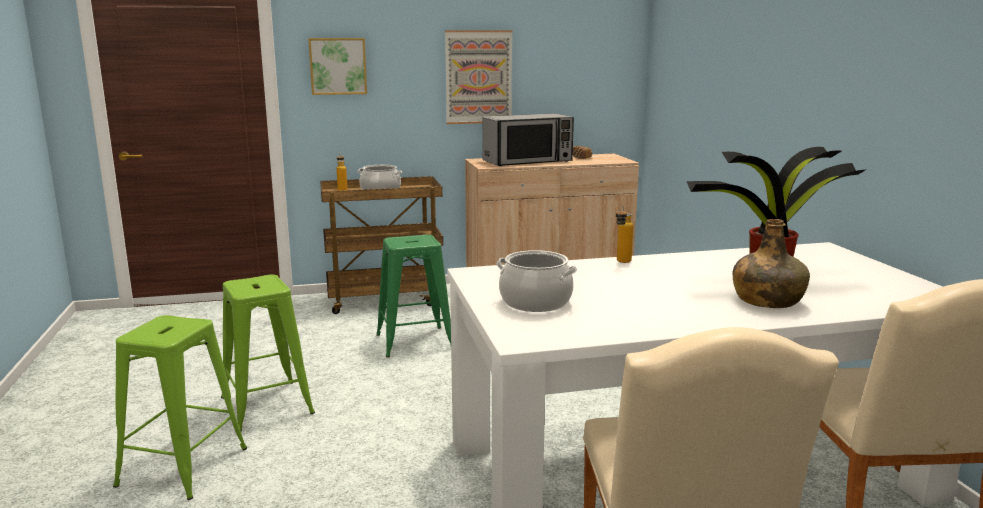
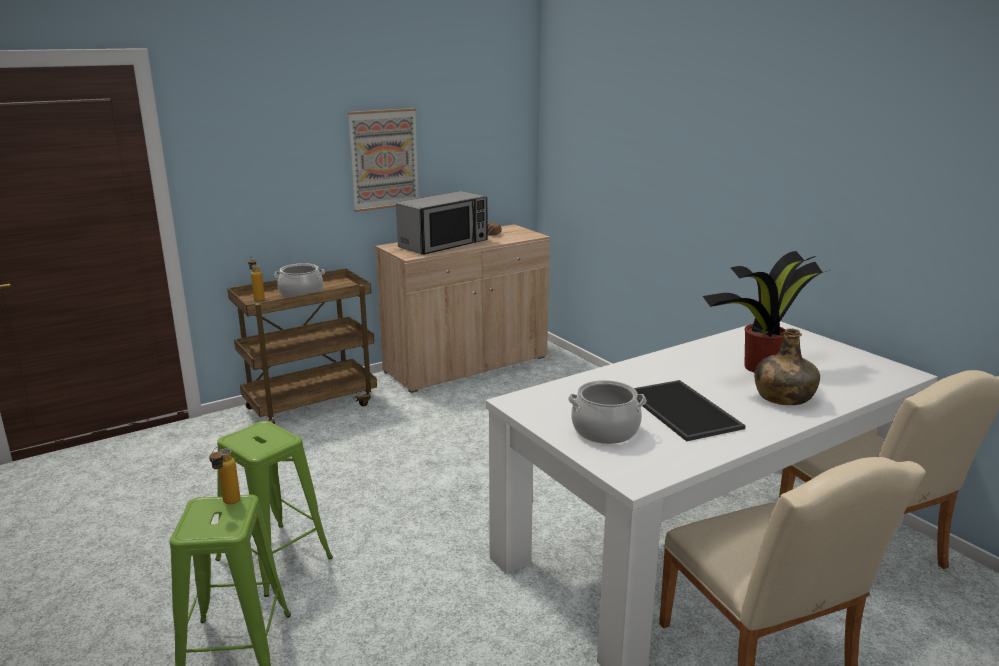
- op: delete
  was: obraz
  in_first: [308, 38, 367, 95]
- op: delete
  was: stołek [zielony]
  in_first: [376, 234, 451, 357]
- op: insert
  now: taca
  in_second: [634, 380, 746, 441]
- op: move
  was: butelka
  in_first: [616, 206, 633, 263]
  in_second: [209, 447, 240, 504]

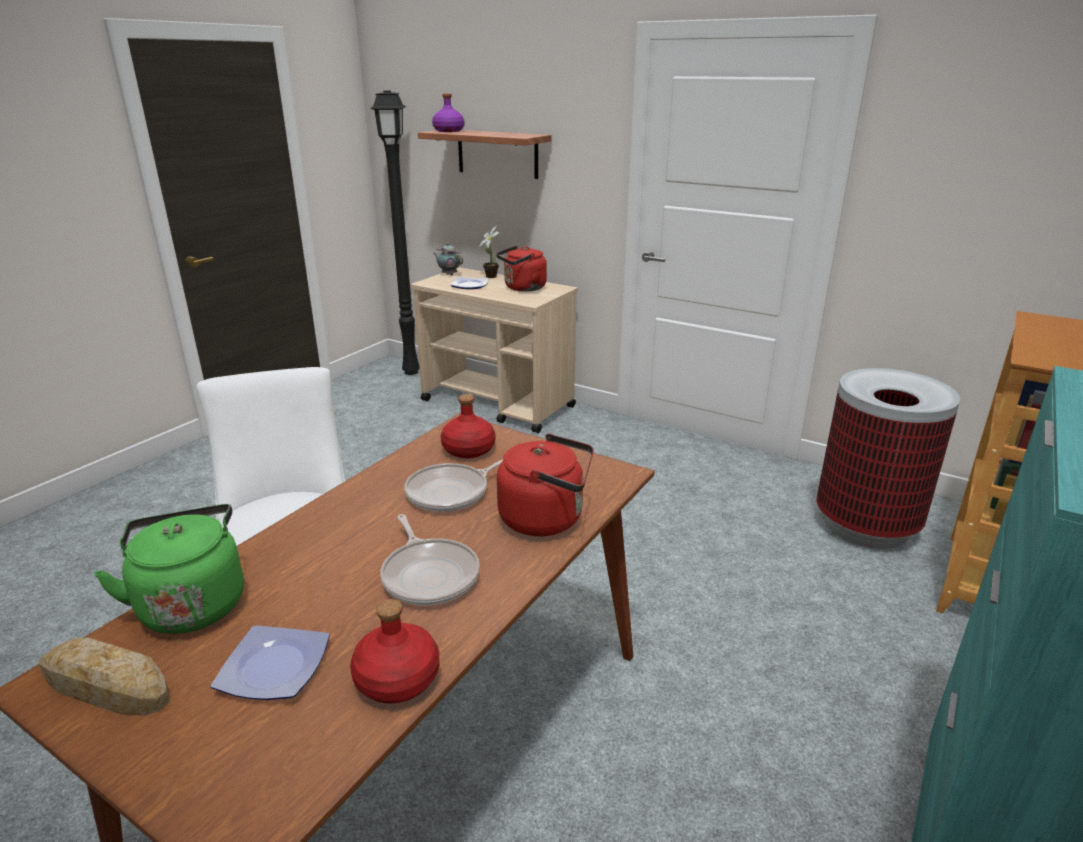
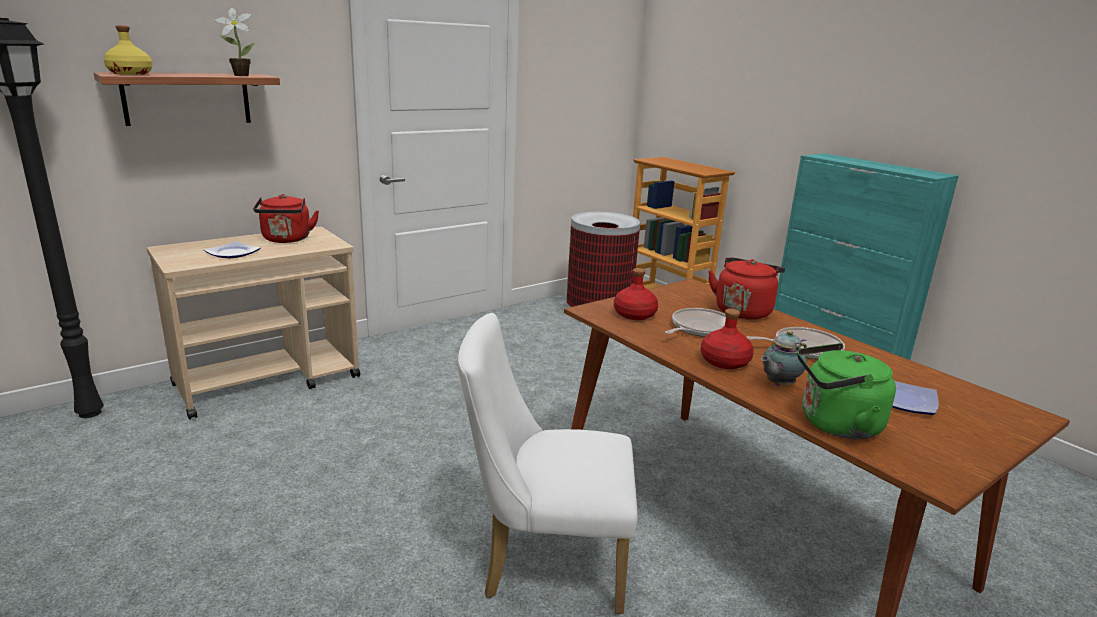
- op: delete
  was: chleb
  in_first: [38, 637, 170, 716]
- op: move
  was: butelka [czerwony]
  in_first: [350, 599, 439, 704]
  in_second: [701, 308, 754, 369]
- op: move
  was: imbryk
  in_first: [433, 242, 463, 275]
  in_second: [761, 330, 807, 386]
- op: move
  was: roślina doniczkowa
  in_first: [479, 226, 500, 278]
  in_second: [215, 8, 254, 76]
- op: recolor
  was: butelka [fioletowy]
  now: butelka [żółty]
  in_first: [432, 93, 465, 132]
  in_second: [104, 25, 153, 75]
- op: rotate
  was: patelnia
  in_first: [404, 460, 503, 512]
  in_second: [665, 308, 726, 337]
  clockwise: -120

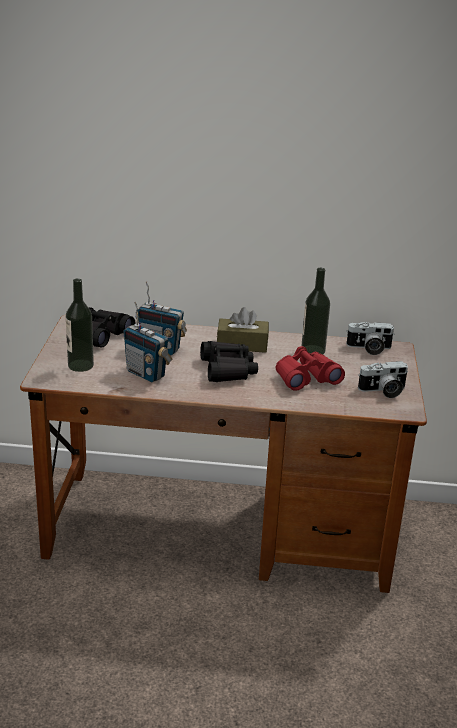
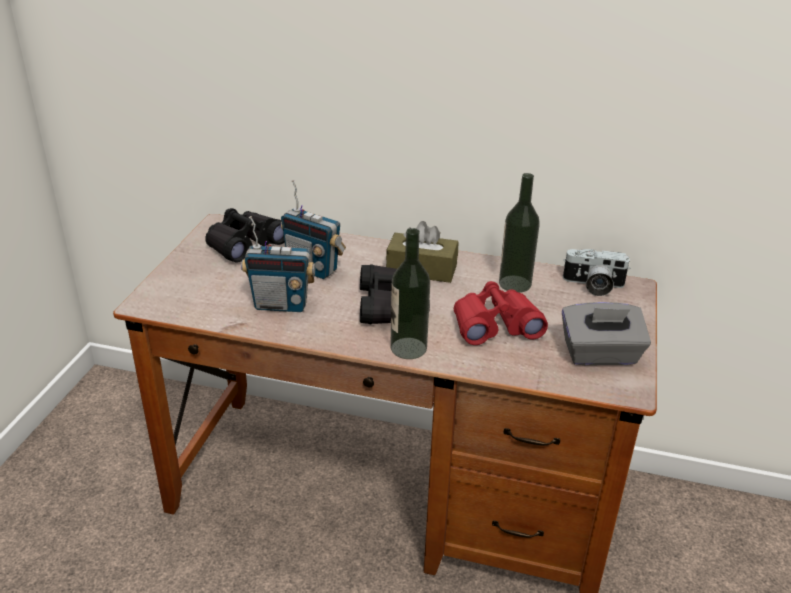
- op: move
  was: butelka
  in_first: [66, 278, 94, 372]
  in_second: [390, 228, 430, 359]
- op: replace
  was: aparat fotograficzny
  now: pudełko chusteczek [szary]
  in_first: [358, 361, 408, 398]
  in_second: [562, 302, 651, 365]
- op: rotate
  was: radio
  in_first: [123, 302, 172, 382]
  in_second: [241, 216, 315, 312]
  clockwise: -45

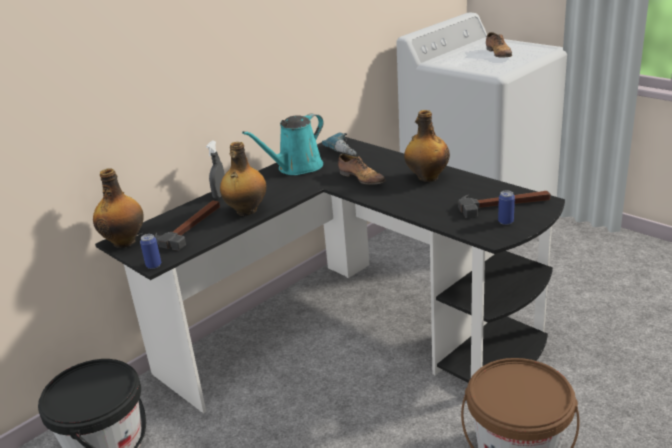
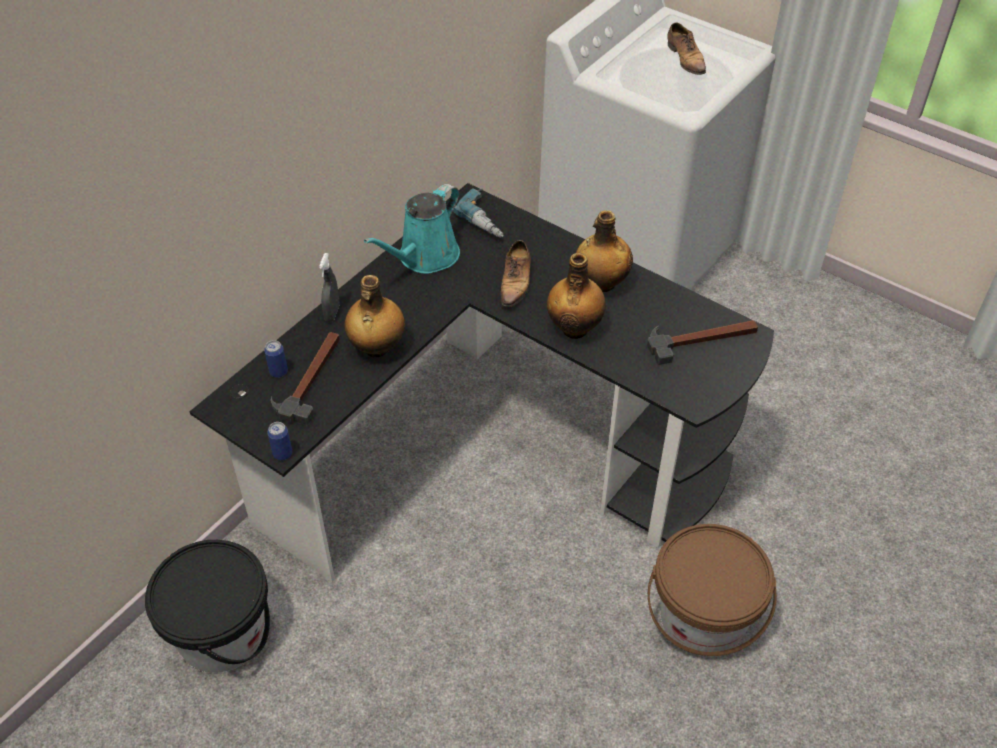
- op: move
  was: butelka
  in_first: [93, 168, 144, 248]
  in_second: [547, 253, 606, 339]
- op: move
  was: puszka
  in_first: [498, 190, 515, 225]
  in_second: [264, 340, 288, 378]
- op: rotate
  was: but
  in_first: [338, 154, 386, 186]
  in_second: [501, 240, 531, 307]
  clockwise: 60

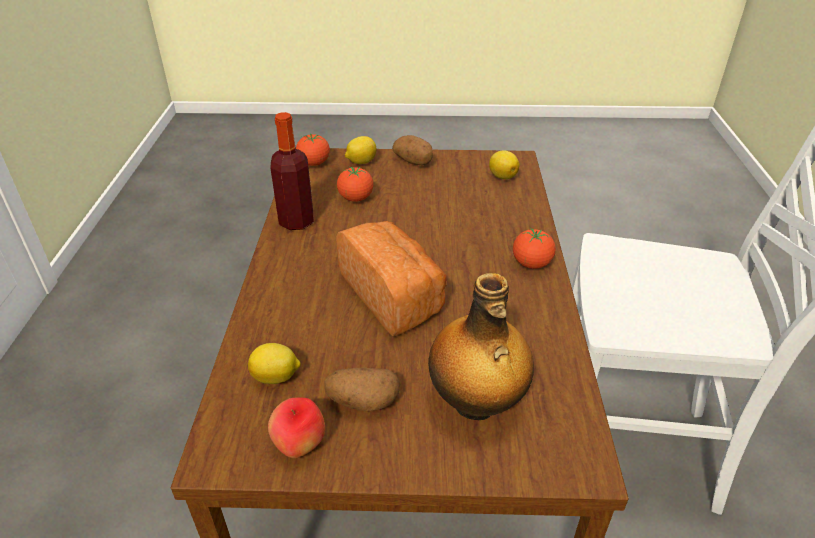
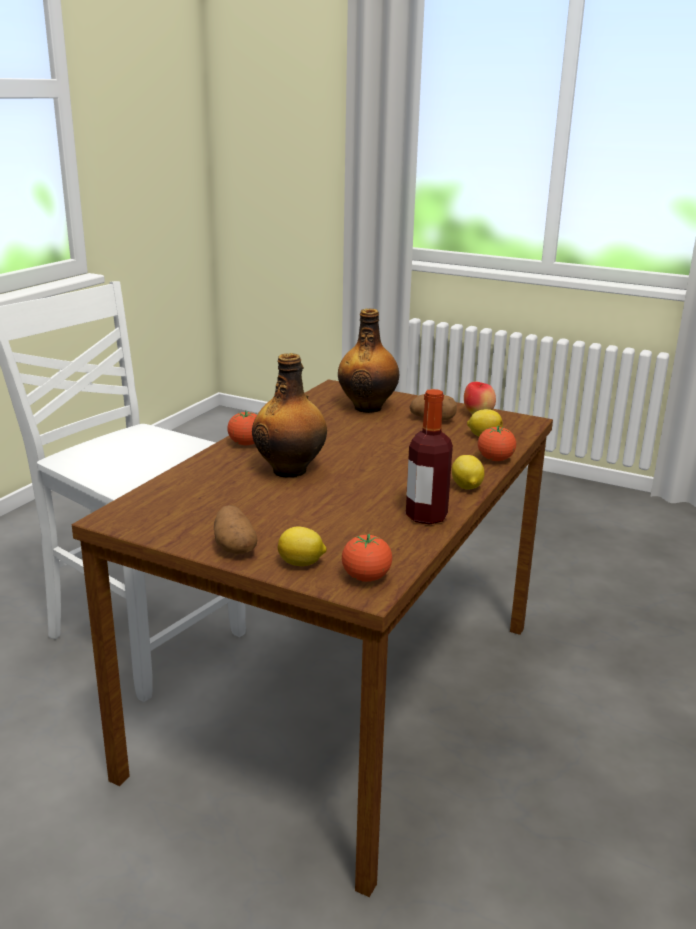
- op: delete
  was: chleb
  in_first: [336, 221, 447, 336]
- op: insert
  now: butelka
  in_second: [252, 353, 327, 478]
- op: move
  was: pomidor
  in_first: [337, 167, 373, 202]
  in_second: [478, 425, 516, 461]
- op: move
  was: cytryna
  in_first: [489, 151, 520, 179]
  in_second: [452, 455, 484, 490]

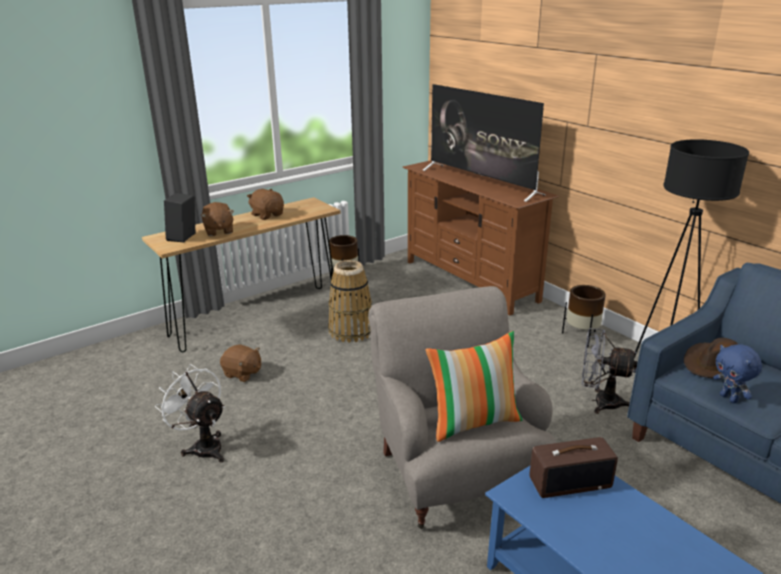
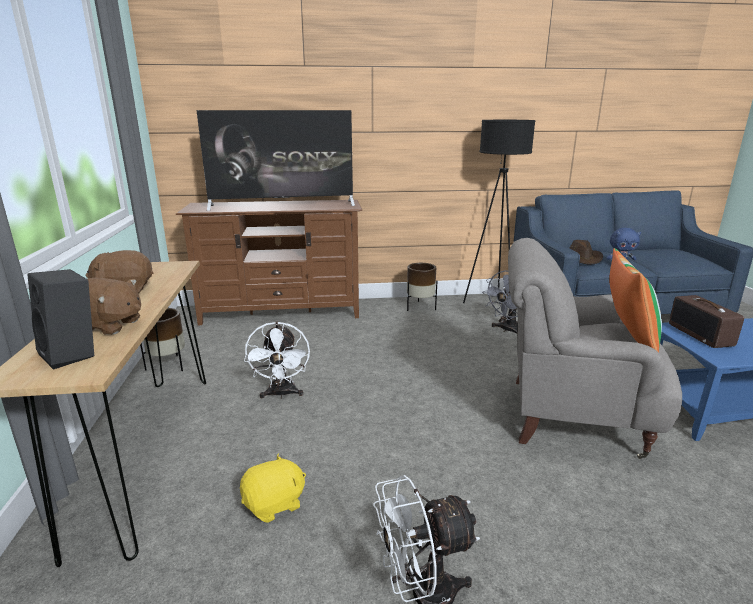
- op: replace
  was: koszyk
  now: wentylator [biały]
  in_first: [328, 260, 372, 343]
  in_second: [244, 321, 310, 399]
- op: recolor
  was: pluszak [brązowy]
  now: pluszak [żółty]
  in_first: [220, 344, 261, 382]
  in_second: [240, 454, 306, 523]
- op: rotate
  was: radio
  in_first: [529, 437, 618, 498]
  in_second: [669, 295, 744, 348]
  clockwise: 150

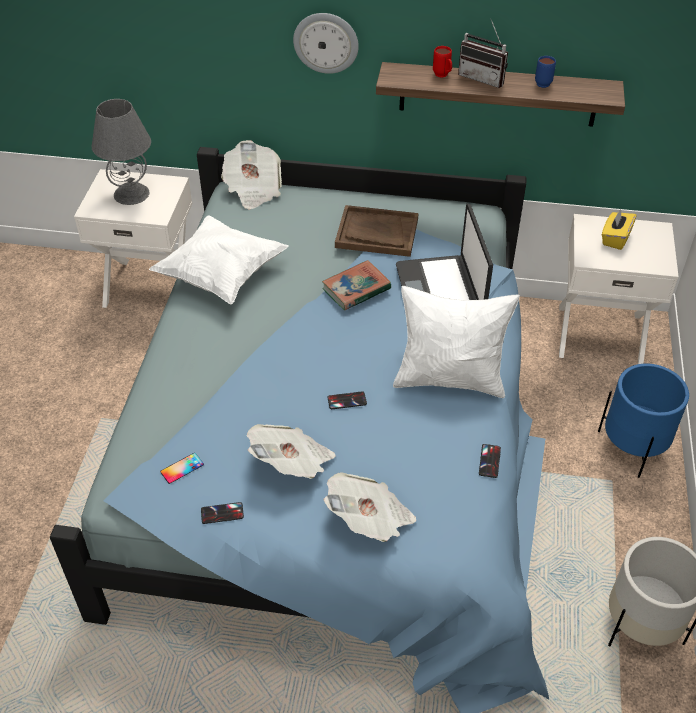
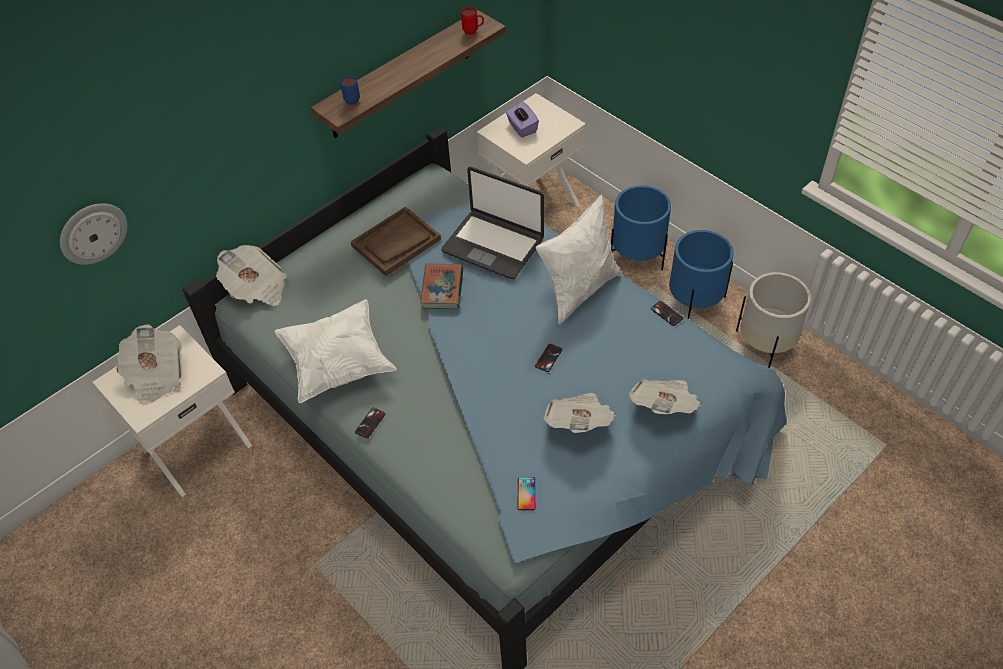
- op: delete
  was: radio
  in_first: [458, 20, 508, 88]
- op: insert
  now: donica [niebieski]
  in_second: [669, 230, 734, 319]
- op: move
  was: telefon
  in_first: [201, 502, 244, 524]
  in_second: [355, 408, 385, 439]
- op: move
  was: zegar ścienny
  in_first: [293, 13, 359, 74]
  in_second: [60, 203, 128, 265]
- op: move
  was: kubek [czerwony]
  in_first: [433, 46, 452, 77]
  in_second: [461, 7, 484, 35]
- op: move
  was: kubek [niebieski]
  in_first: [535, 56, 556, 88]
  in_second: [340, 76, 360, 105]
- op: replace
  was: lampa stołowa [szary]
  now: gazeta
  in_first: [92, 99, 151, 205]
  in_second: [116, 325, 183, 405]
- op: recolor
  was: pudełko chusteczek [żółty]
  now: pudełko chusteczek [fioletowy]
  in_first: [602, 209, 636, 250]
  in_second: [506, 102, 539, 137]

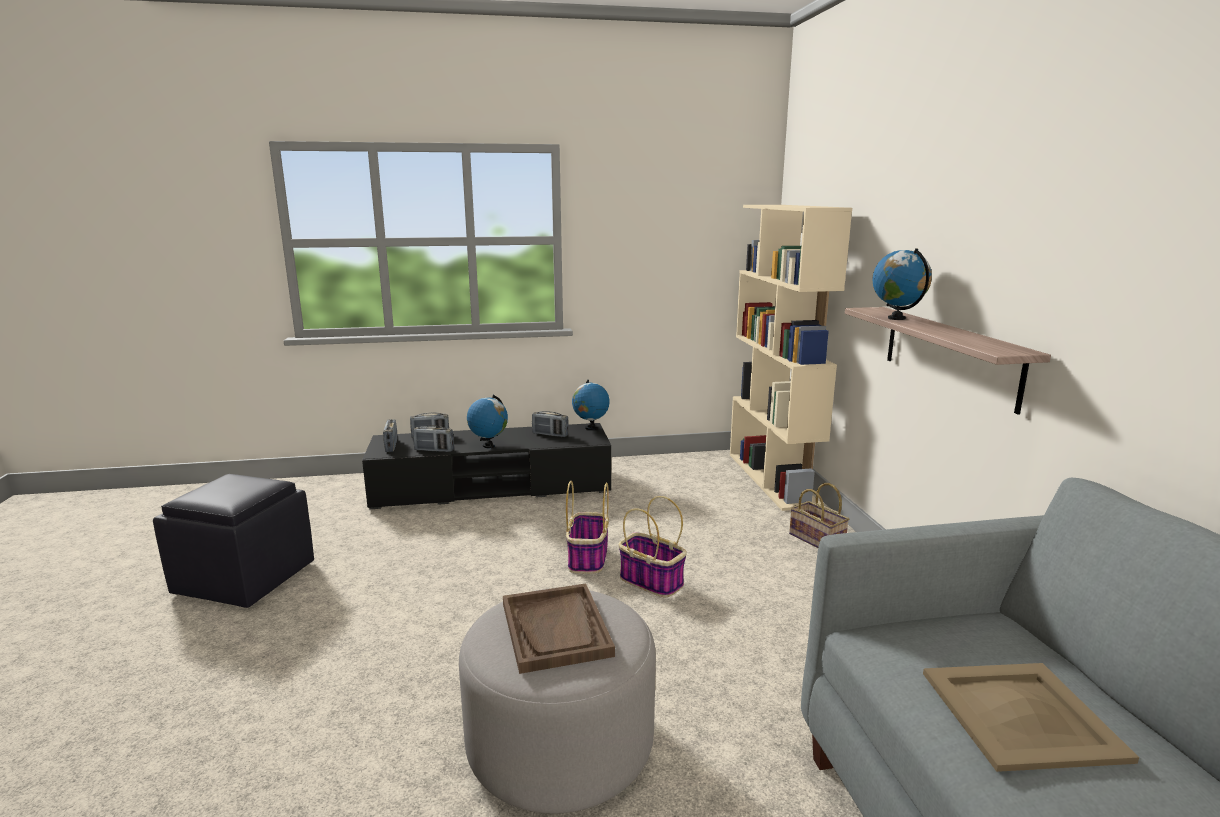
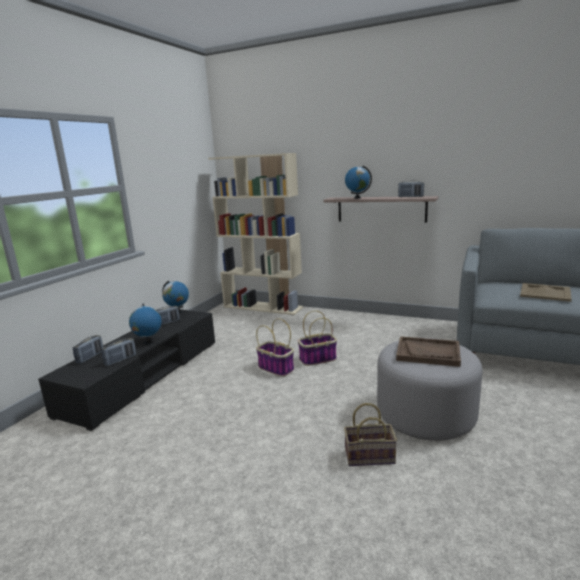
- op: delete
  was: pufa [czarny]
  in_first: [153, 474, 314, 608]
- op: move
  was: radio
  in_first: [383, 419, 397, 452]
  in_second: [398, 180, 424, 197]
- op: move
  was: koszyk
  in_first: [789, 483, 849, 548]
  in_second: [344, 403, 397, 466]

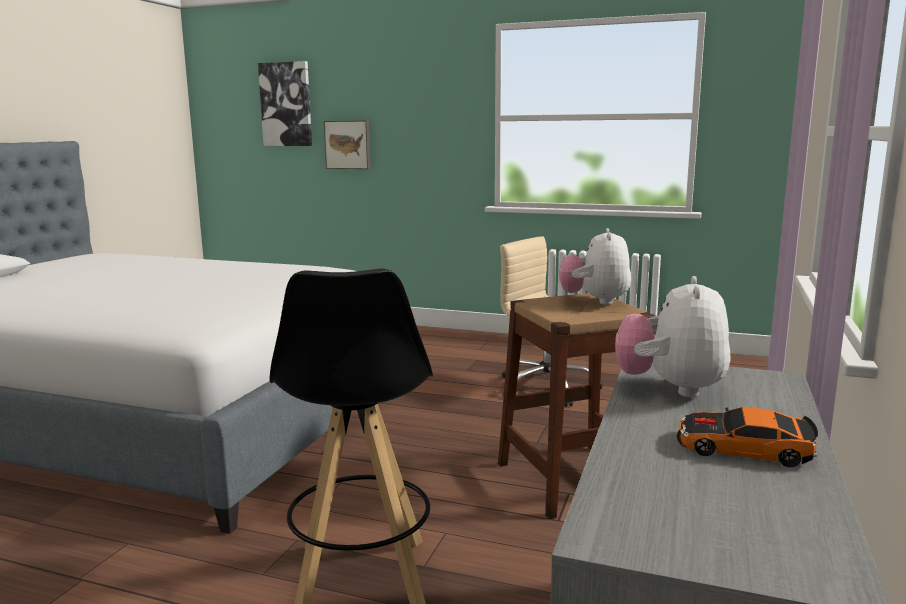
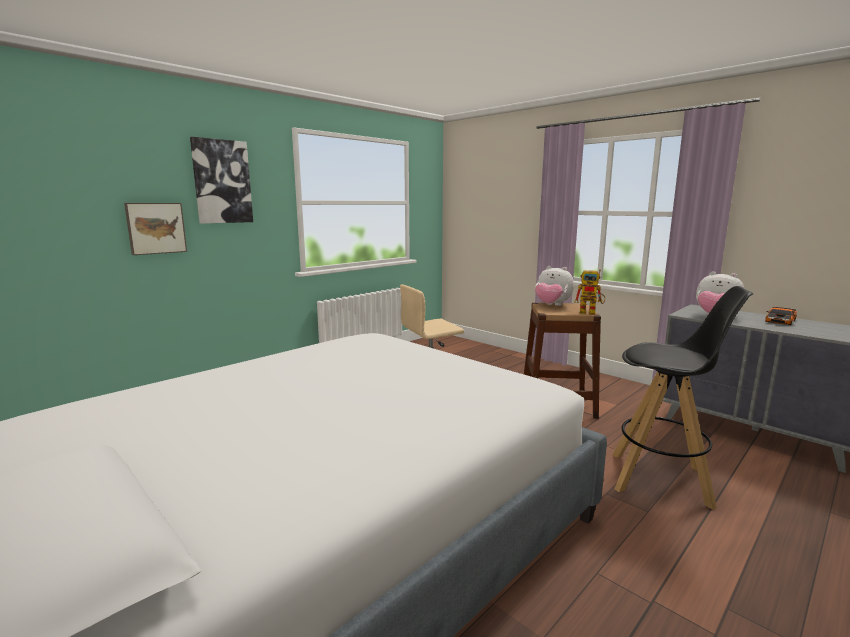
- op: insert
  now: robot zabawkowy
  in_second: [574, 269, 606, 315]
- op: move
  was: obraz
  in_first: [258, 61, 312, 146]
  in_second: [190, 137, 253, 224]

